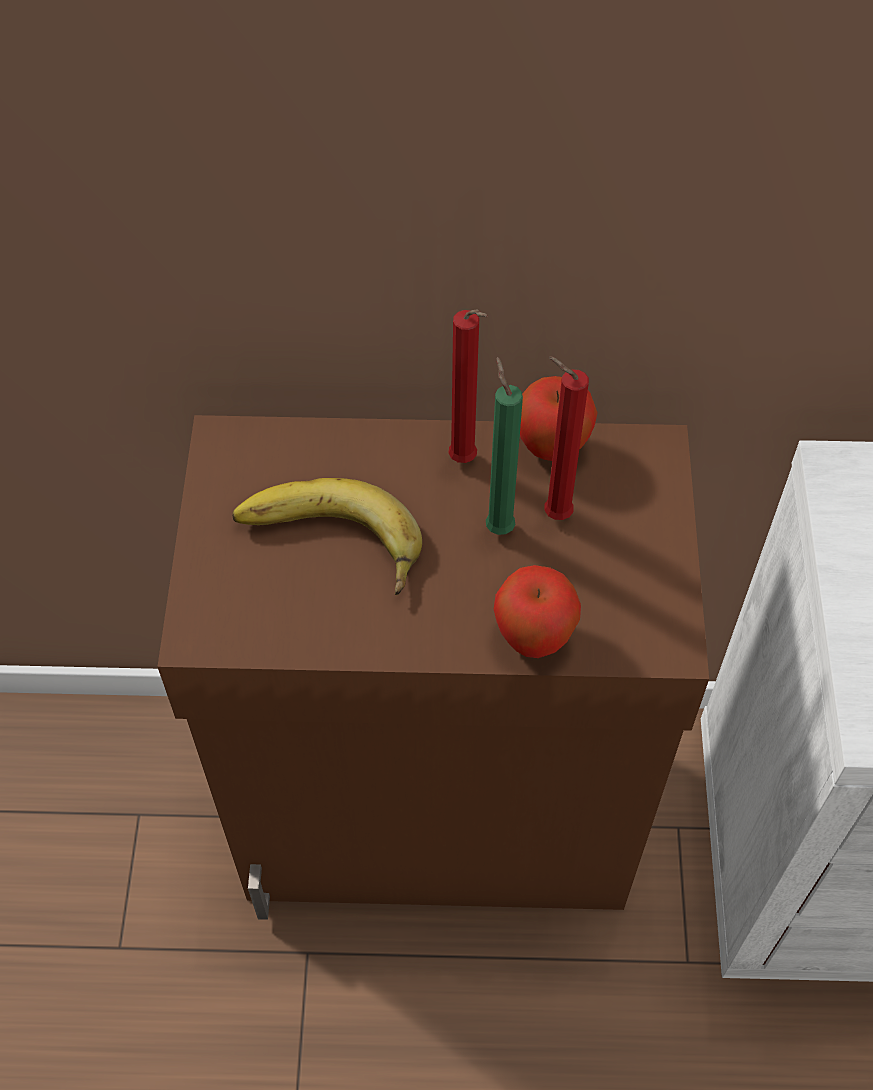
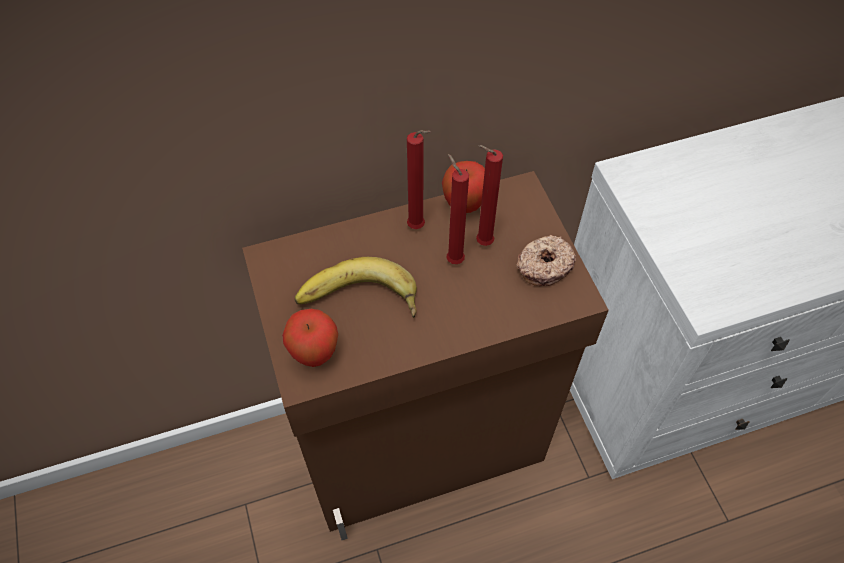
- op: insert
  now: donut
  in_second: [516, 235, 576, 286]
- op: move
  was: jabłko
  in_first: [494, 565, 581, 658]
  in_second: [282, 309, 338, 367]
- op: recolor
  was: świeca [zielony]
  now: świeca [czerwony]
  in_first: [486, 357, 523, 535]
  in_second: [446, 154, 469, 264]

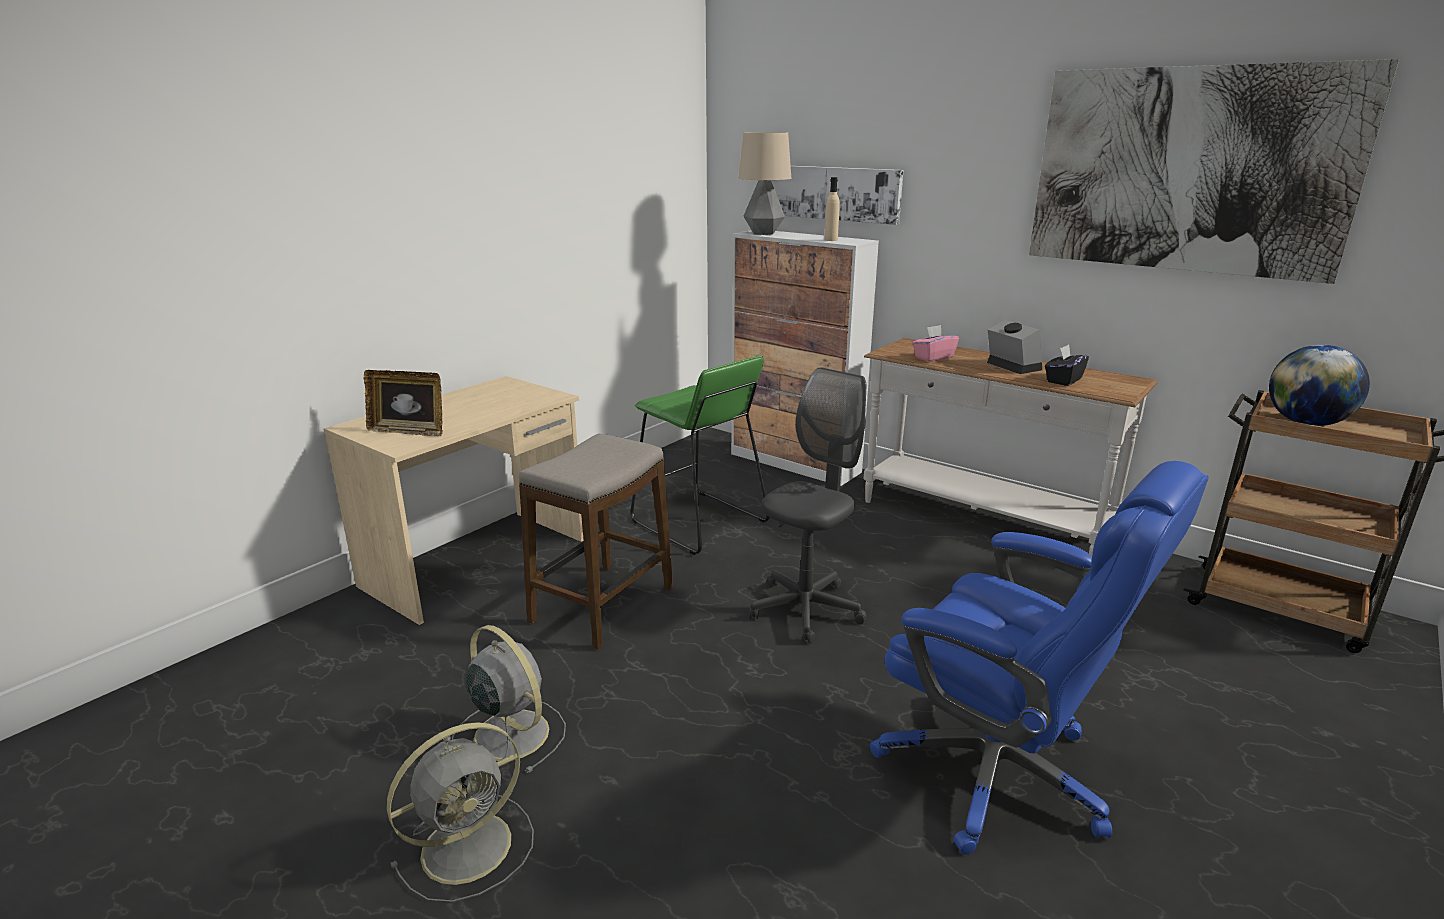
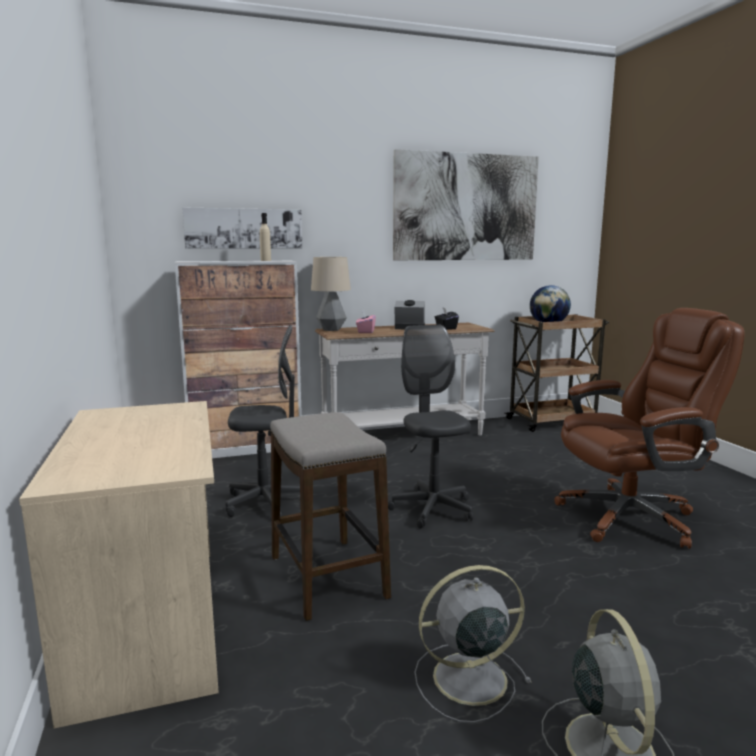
- op: delete
  was: ramka na zdjęcie
  in_first: [364, 370, 443, 437]
- op: move
  was: lampa stołowa
  in_first: [738, 132, 791, 235]
  in_second: [311, 257, 351, 331]
- op: replace
  was: stołek [zielony]
  now: krzesło biurowe [szary]
  in_first: [630, 356, 770, 555]
  in_second: [225, 325, 300, 517]
- op: recolor
  was: krzesło biurowe [niebieski]
  now: krzesło biurowe [brązowy]
  in_first: [870, 461, 1208, 855]
  in_second: [554, 308, 745, 549]

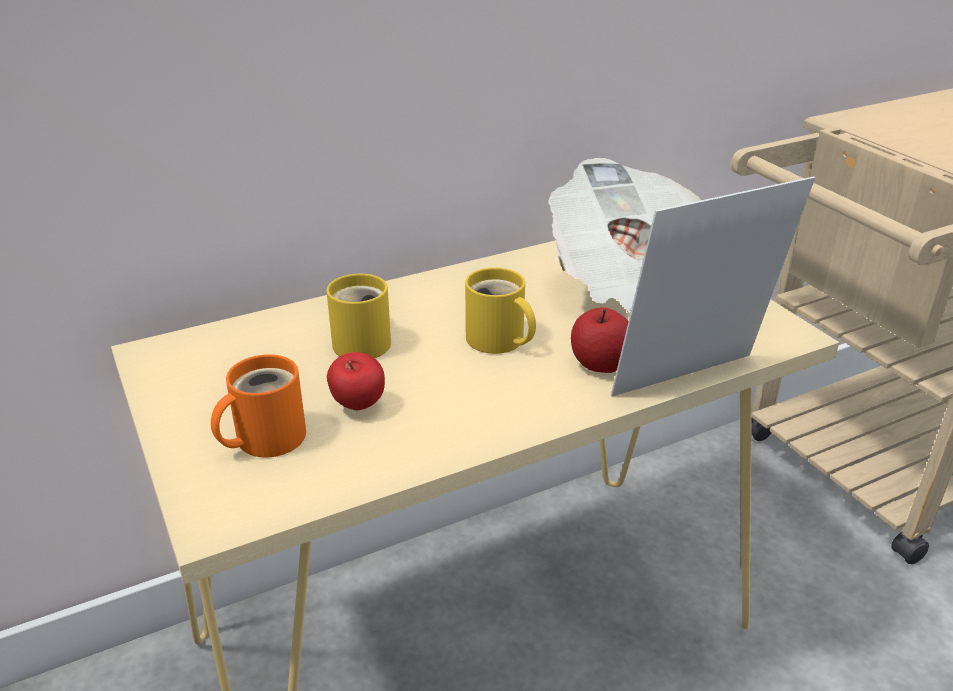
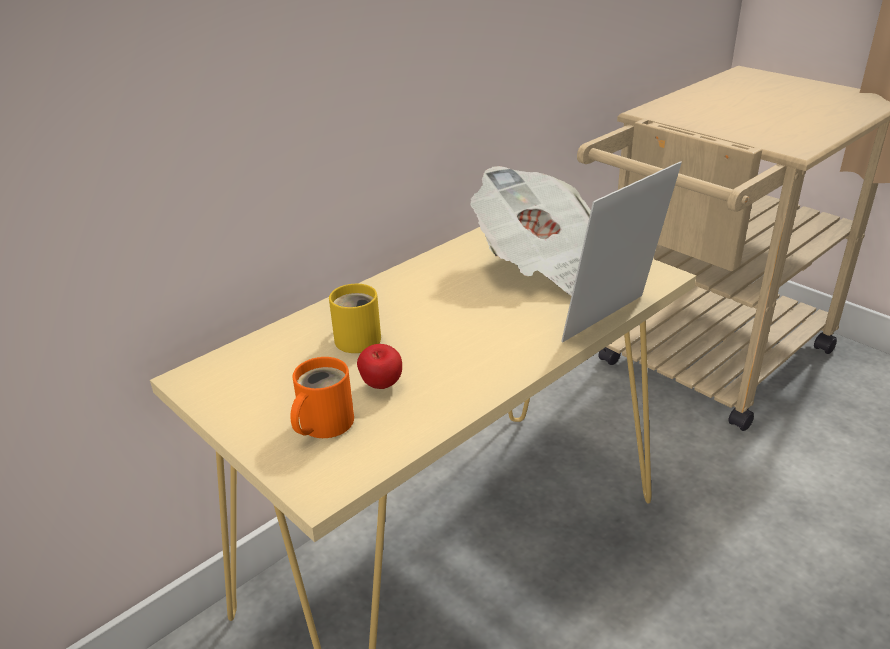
- op: delete
  was: kubek [żółty]
  in_first: [465, 268, 536, 354]
- op: delete
  was: jabłko
  in_first: [571, 307, 628, 373]

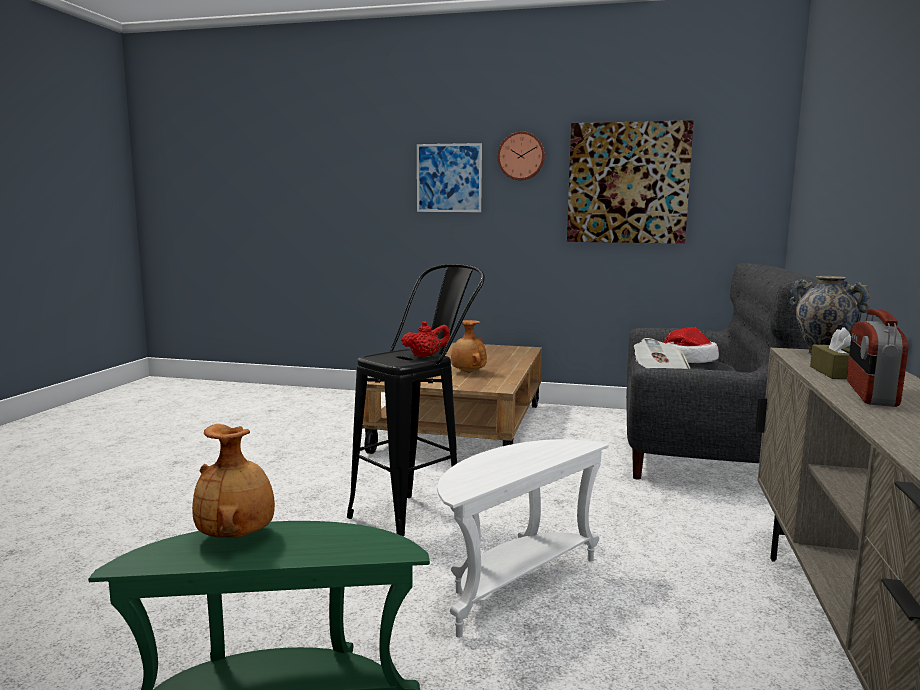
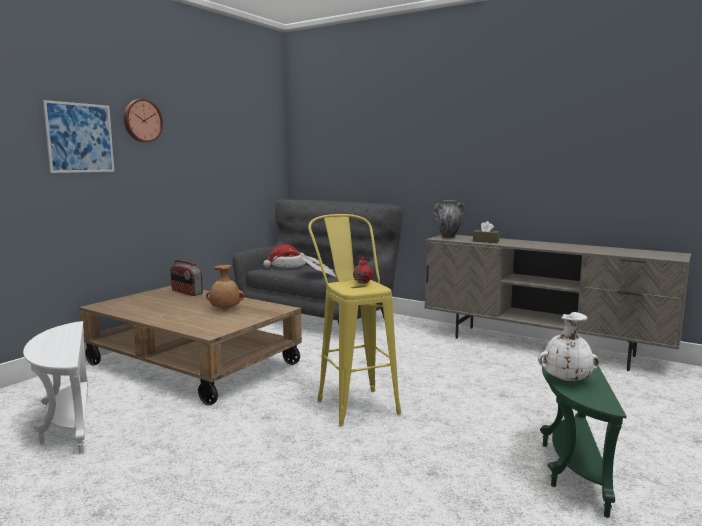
- op: delete
  was: obraz
  in_first: [567, 120, 694, 244]
- op: move
  was: stolik [biały]
  in_first: [437, 439, 609, 638]
  in_second: [23, 321, 88, 453]
- op: move
  was: radio
  in_first: [847, 309, 908, 407]
  in_second: [170, 260, 203, 296]
- op: recolor
  was: wazon [brązowy]
  now: wazon [biały]
  in_first: [192, 424, 275, 538]
  in_second: [538, 312, 599, 381]
- op: recolor
  was: stołek [czarny]
  now: stołek [żółty]
  in_first: [347, 264, 485, 537]
  in_second: [308, 214, 401, 426]

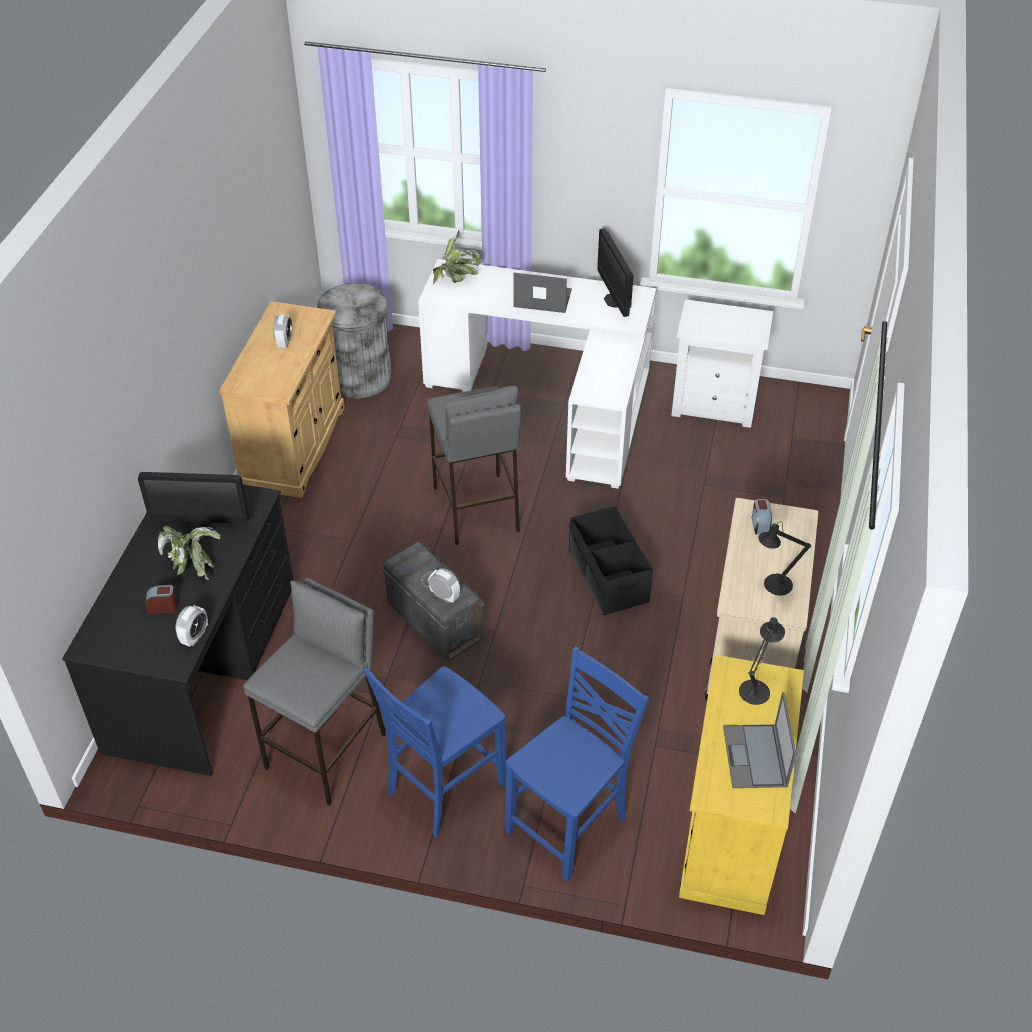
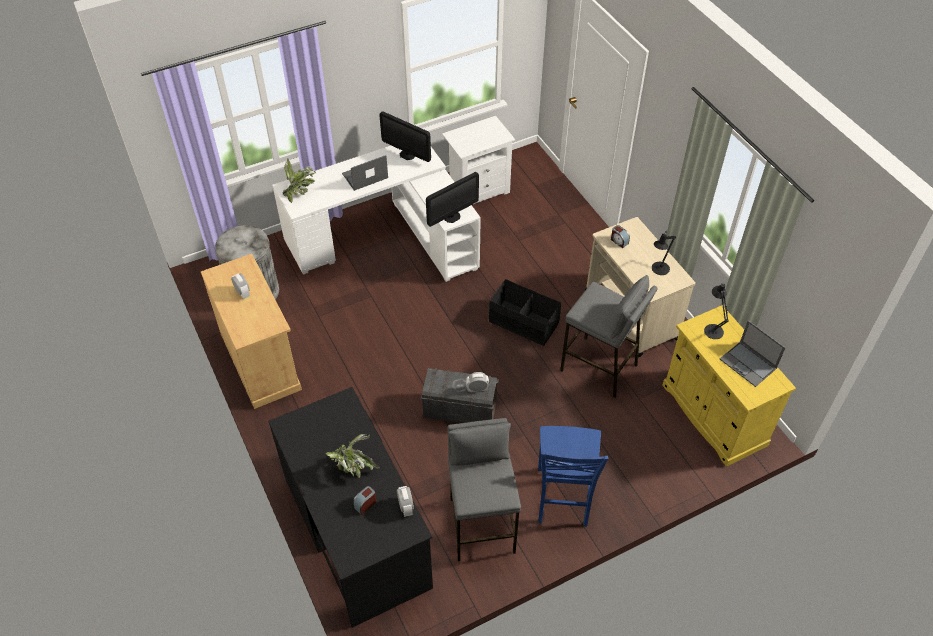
- op: delete
  was: krzesło [niebieski]
  in_first: [505, 647, 649, 882]
- op: move
  was: monitor
  in_first: [138, 472, 249, 532]
  in_second: [426, 172, 479, 227]
- op: move
  was: stołek [szary]
  in_first: [427, 386, 521, 545]
  in_second: [560, 275, 658, 398]

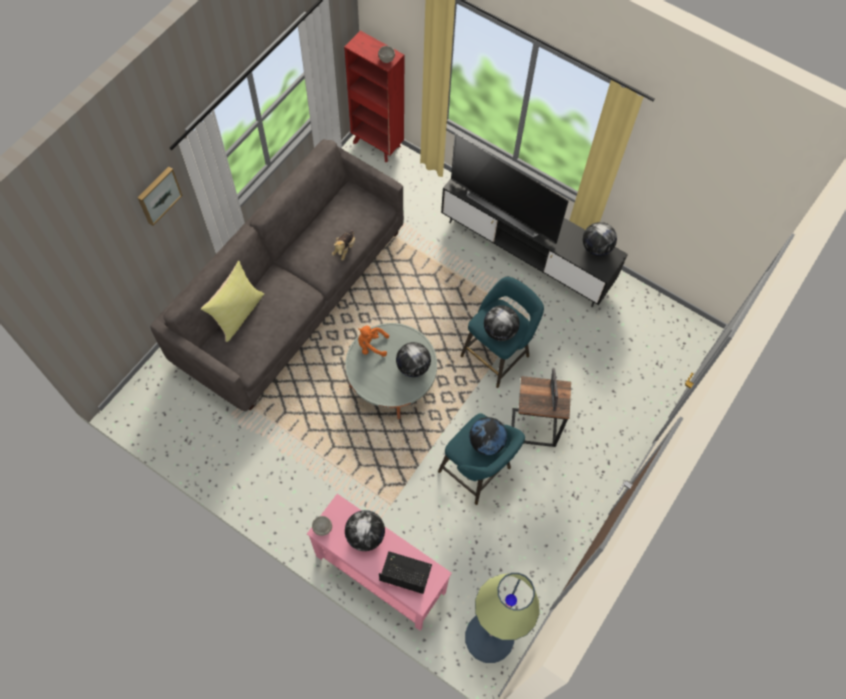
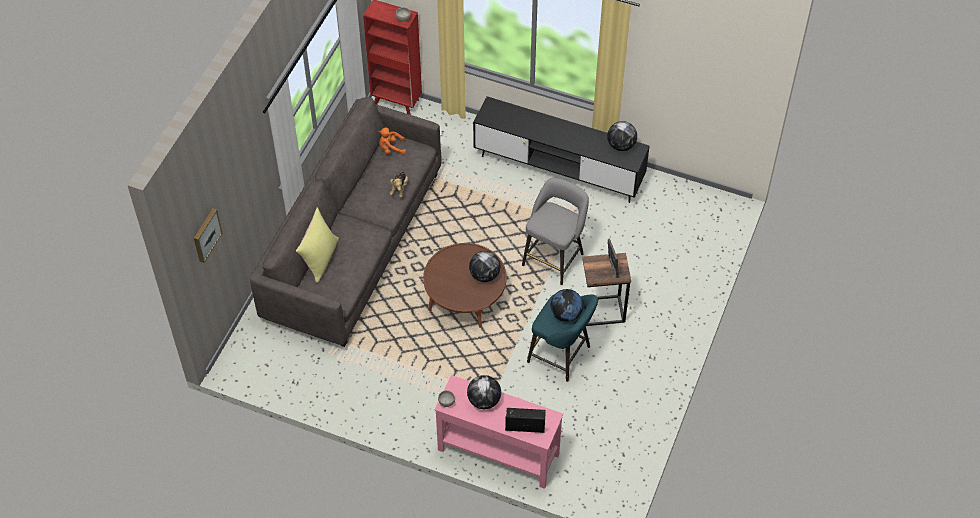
- op: delete
  was: telewizor
  in_first: [451, 132, 569, 244]
- op: delete
  was: lampa stojąca
  in_first: [465, 573, 540, 663]
- op: delete
  was: globus
  in_first: [484, 305, 520, 341]
- op: move
  was: obraz
  in_first: [137, 166, 183, 226]
  in_second: [194, 208, 223, 263]
- op: move
  was: pluszak [pomarańczowy]
  in_first: [358, 325, 389, 357]
  in_second: [378, 127, 406, 155]
- op: recolor
  was: ława [szary]
  now: ława [brązowy]
  in_first: [345, 323, 437, 419]
  in_second: [423, 243, 507, 328]
- op: recolor
  was: stołek [turkusowy]
  now: stołek [szary]
  in_first: [461, 277, 544, 388]
  in_second: [522, 178, 589, 285]

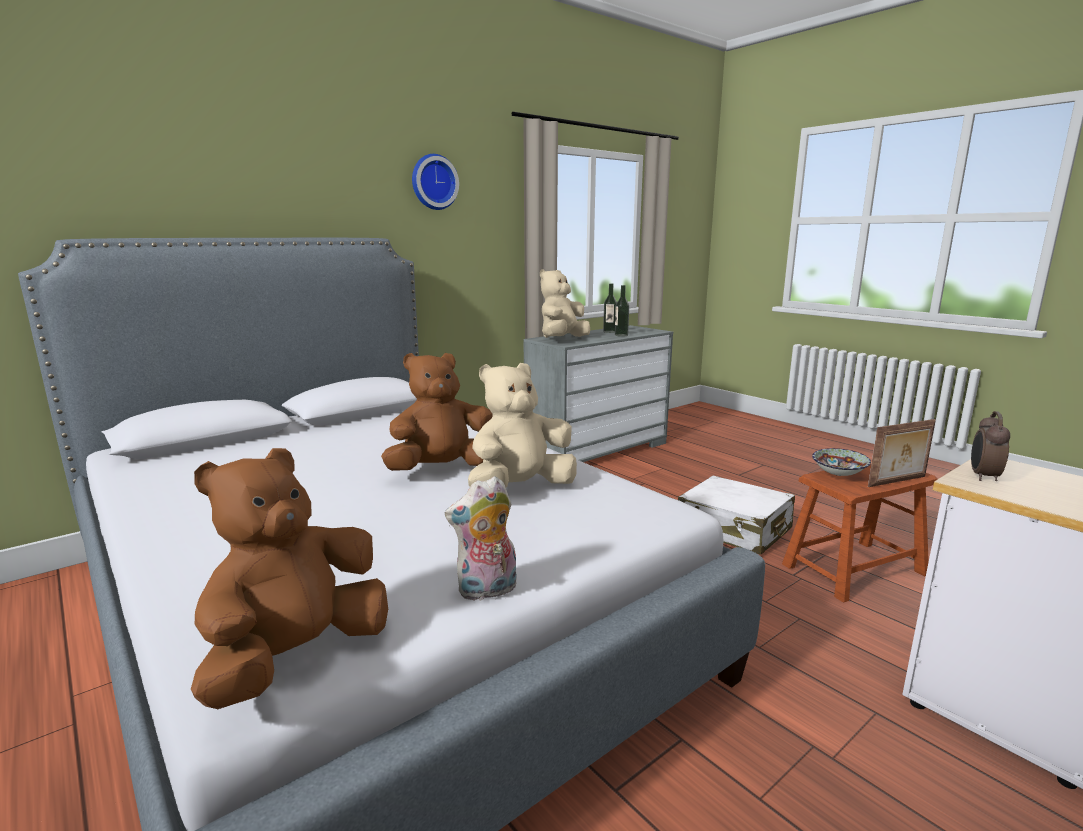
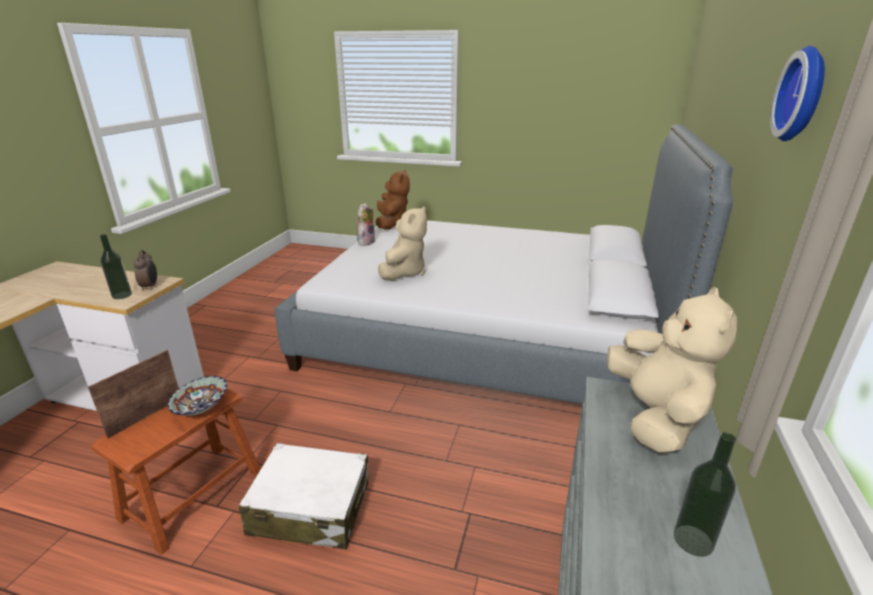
- op: delete
  was: pluszak [brązowy]
  in_first: [381, 353, 492, 471]
- op: move
  was: butelka
  in_first: [615, 285, 629, 337]
  in_second: [100, 234, 132, 299]

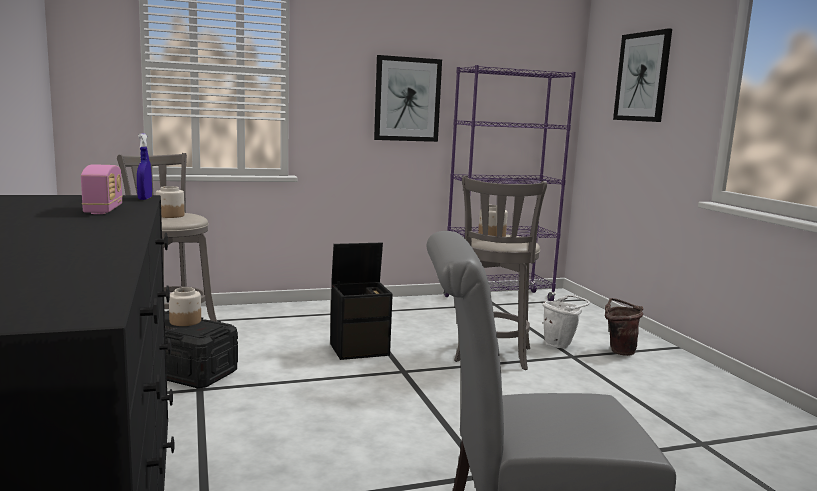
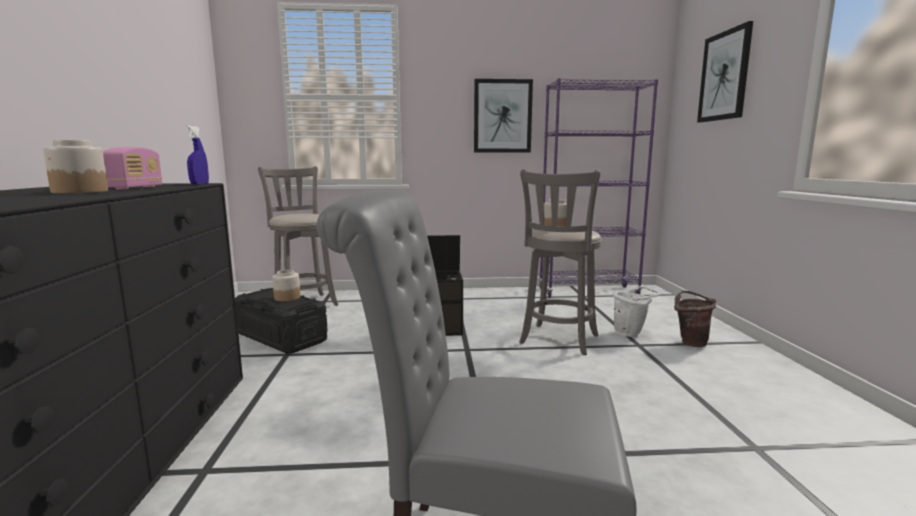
- op: move
  was: słoik
  in_first: [156, 186, 184, 218]
  in_second: [43, 140, 108, 194]

